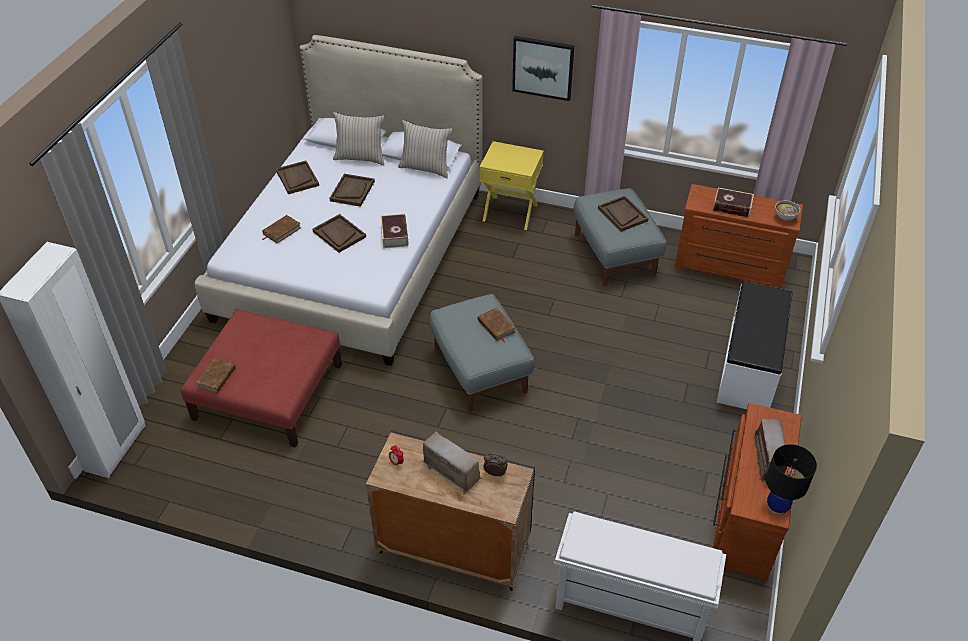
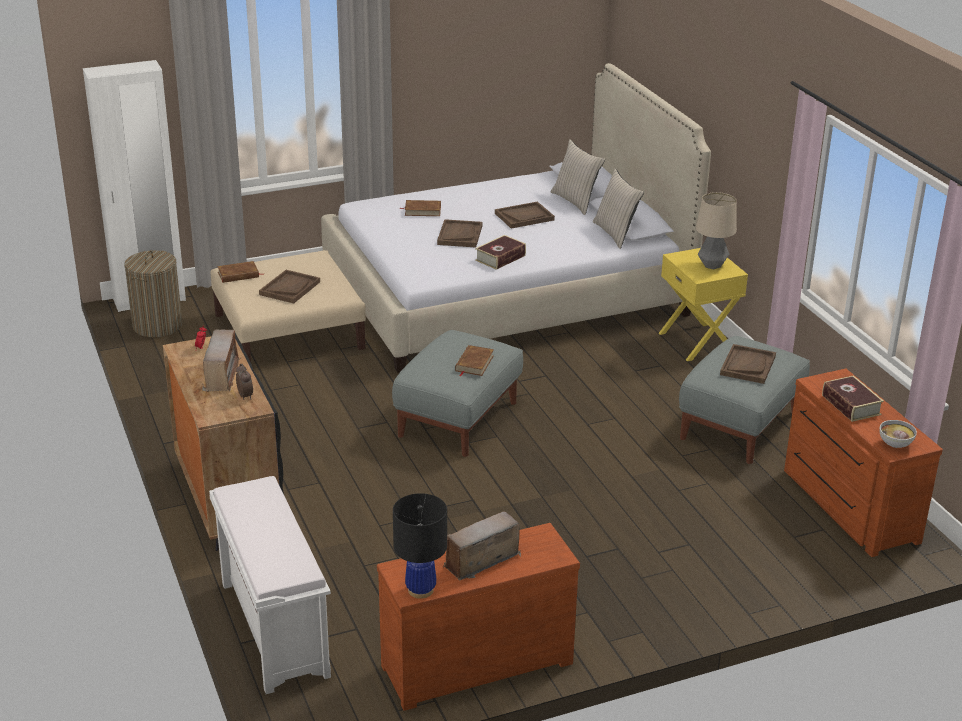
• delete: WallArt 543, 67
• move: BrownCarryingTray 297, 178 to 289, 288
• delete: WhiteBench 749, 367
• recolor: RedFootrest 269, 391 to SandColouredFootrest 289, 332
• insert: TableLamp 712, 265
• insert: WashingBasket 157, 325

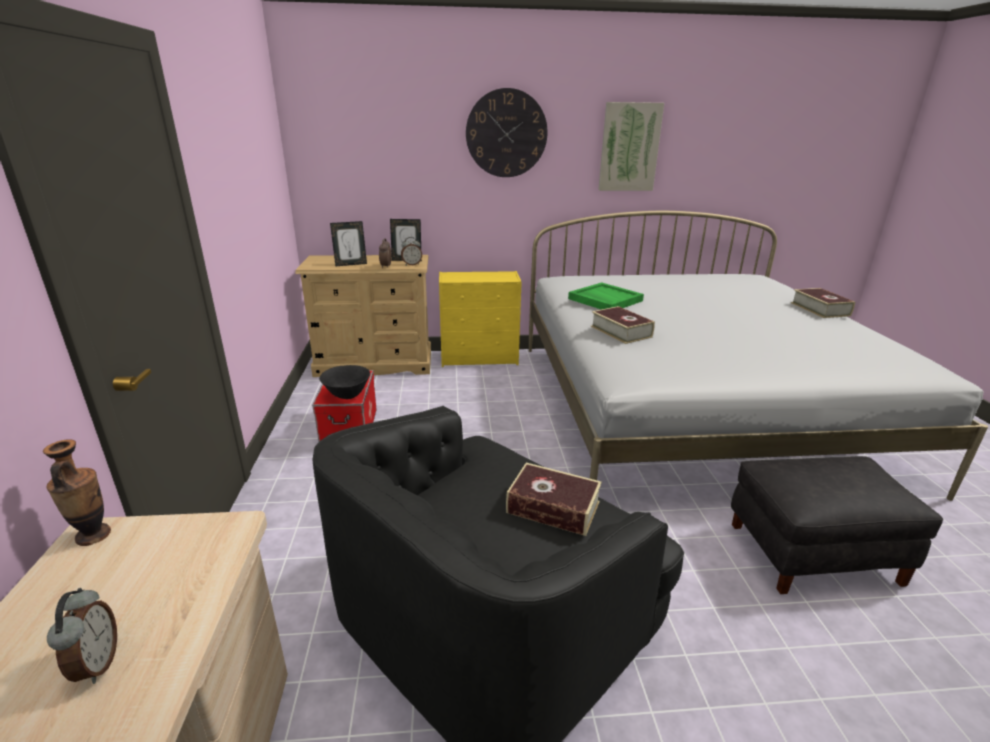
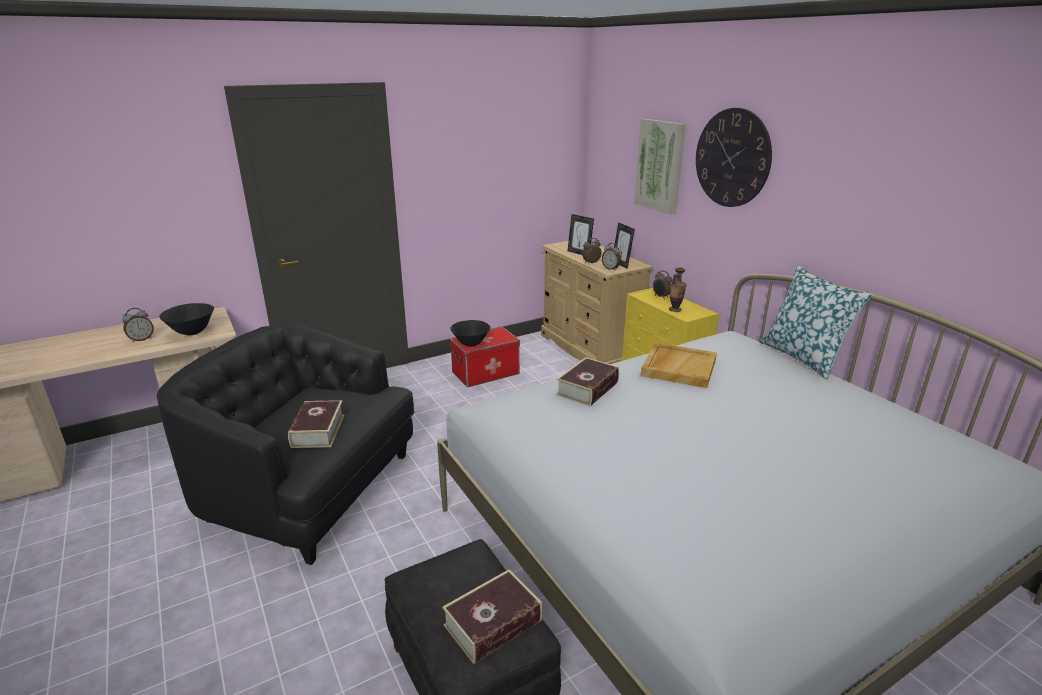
• move: WallArt 629, 147 to 660, 165
• recolor: GreenColouredCarryingTray 604, 300 to SandColouredCarryingTray 678, 367
• move: Volume 820, 309 to 493, 623
• move: FlowerVase 93, 535 to 675, 310
• insert: Pillow 803, 357
• insert: BedsideClock 661, 297
• insert: BlackColouredBowl 192, 333

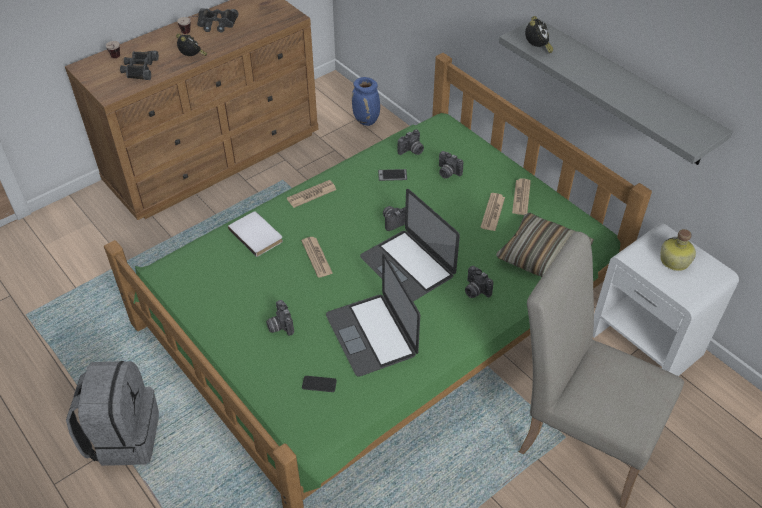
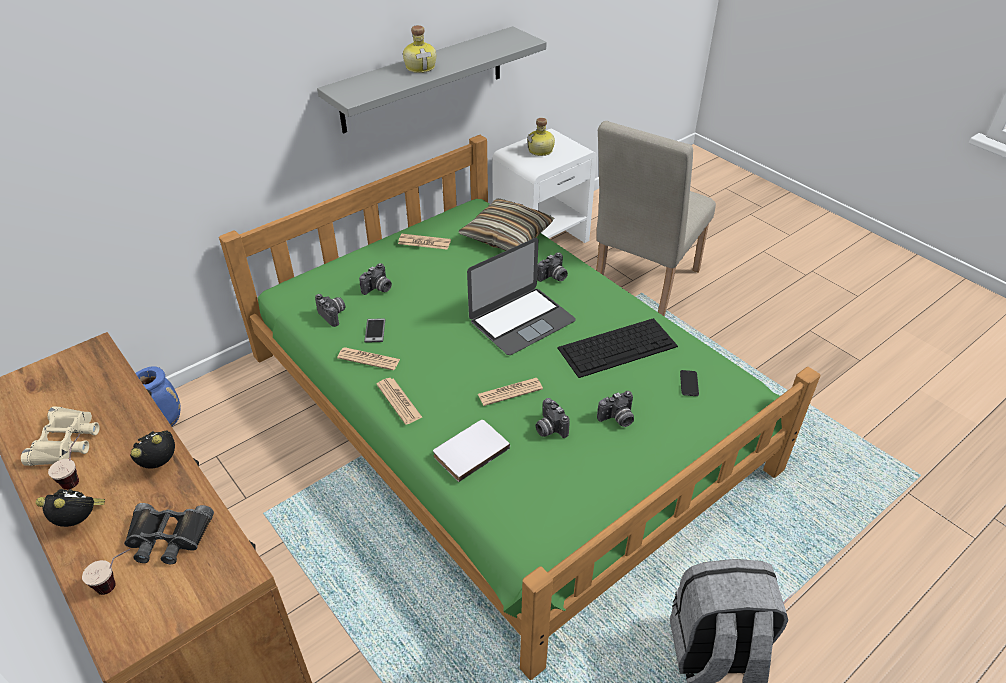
• recolor: BlackColouredFieldGlasses 217, 24 to SandColouredFieldGlasses 66, 441
• move: BedsideClock 536, 49 to 81, 521
• move: Newspaper 492, 212 to 368, 359
• move: PhotoCamera 394, 221 to 549, 428
• replace: Laptop 371, 334 to ComputerKeyboard 618, 346
• insert: BeverageBottle 421, 67

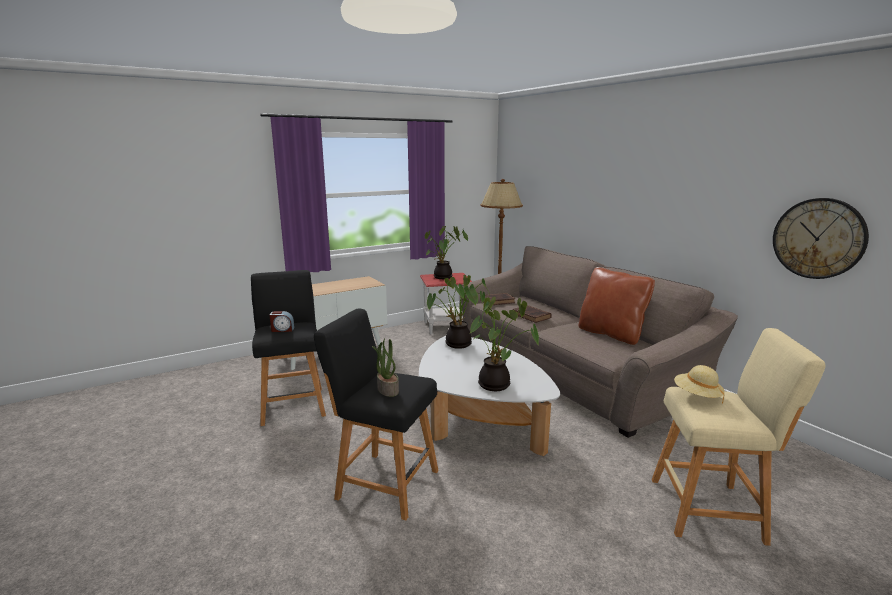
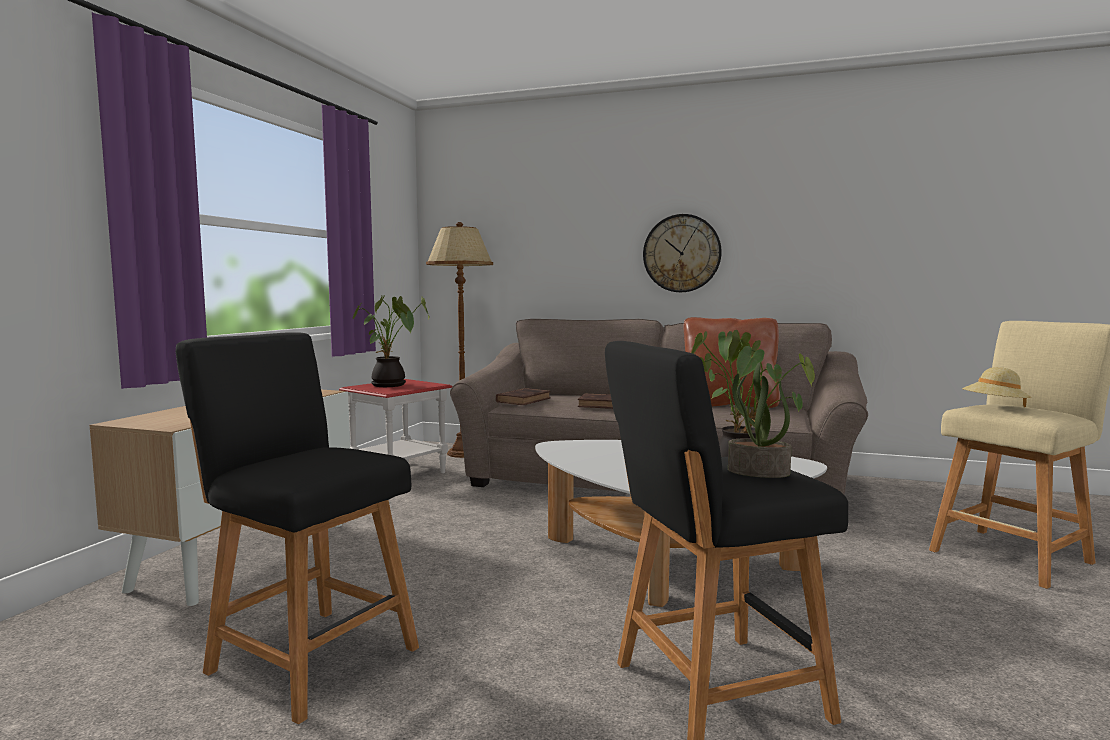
• move: ClockOnTheWall 818, 238 to 681, 253
• delete: PlantInAPot 457, 345
• delete: BedsideClock 282, 329

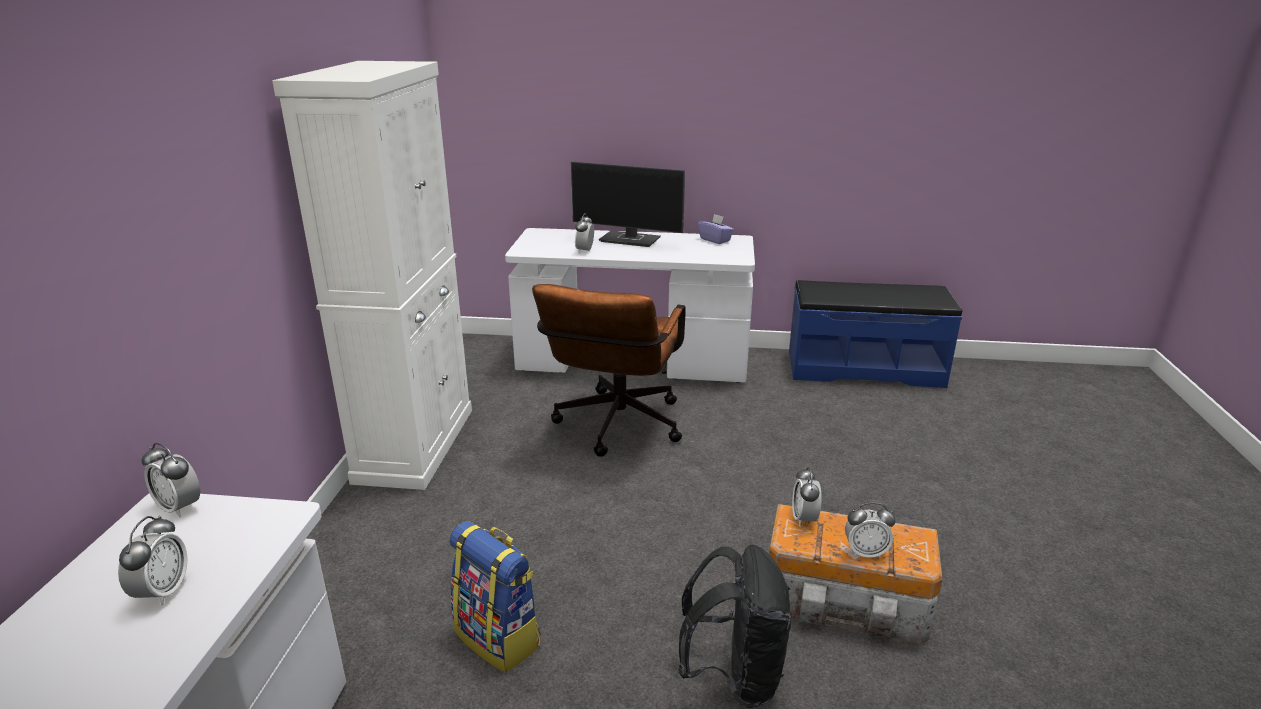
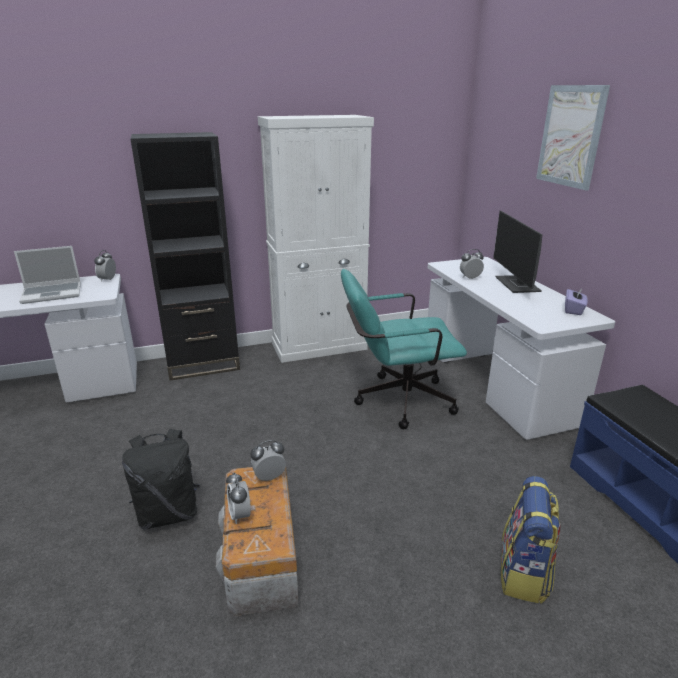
• recolor: BrownDeskChair 615, 428 to TurquoiseColouredDeskChair 396, 401
• replace: BedsideClock 163, 592 to Laptop 53, 293
• move: Backpack 499, 638 to 524, 574
• insert: WallArt 570, 136
• insert: BlackColouredShelvingUnit 203, 364

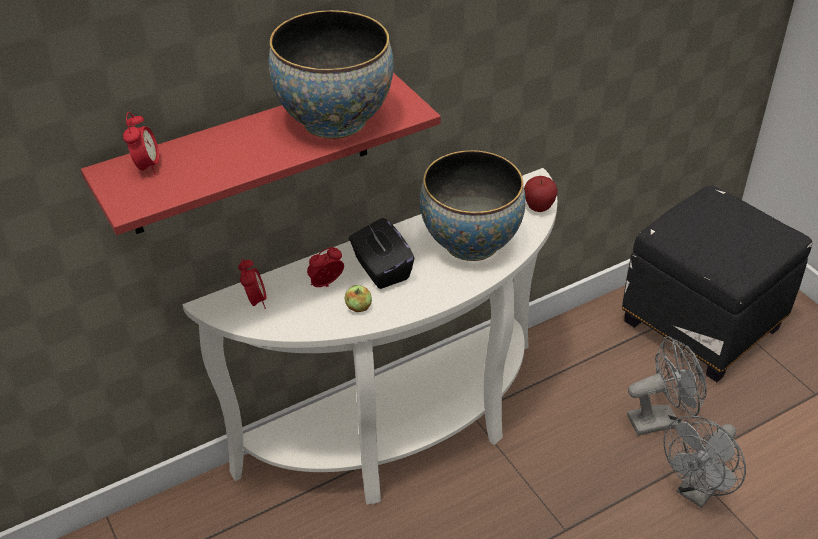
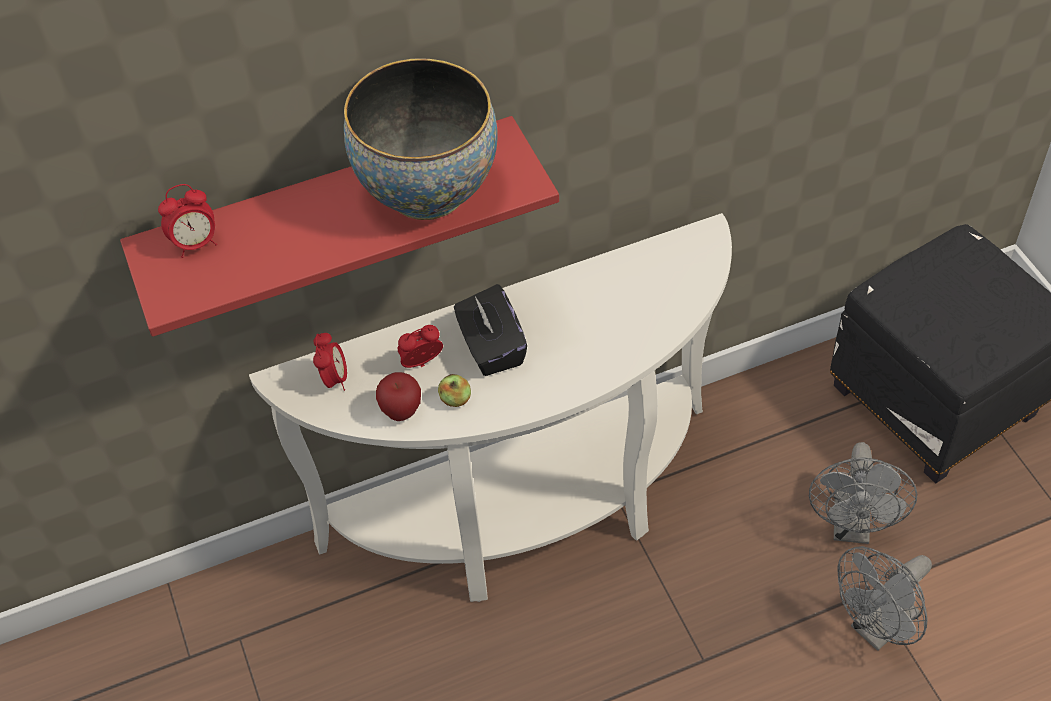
• rotate: BedsideClock 147, 167 = 196, 244 60 degrees clockwise
• delete: Bowl 471, 243
• move: WholeApple 539, 208 to 401, 411
• rotate: GreyCoolingFan 660, 419 = 852, 527 105 degrees clockwise

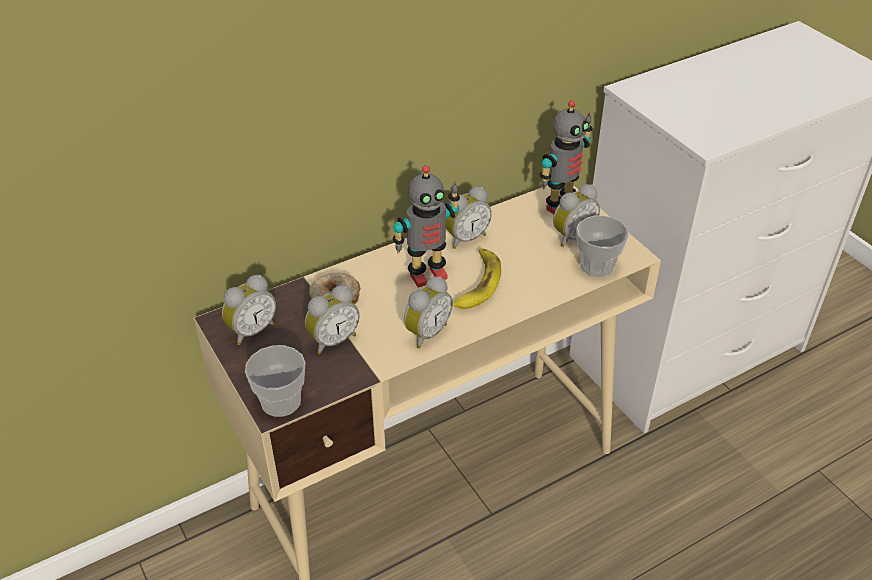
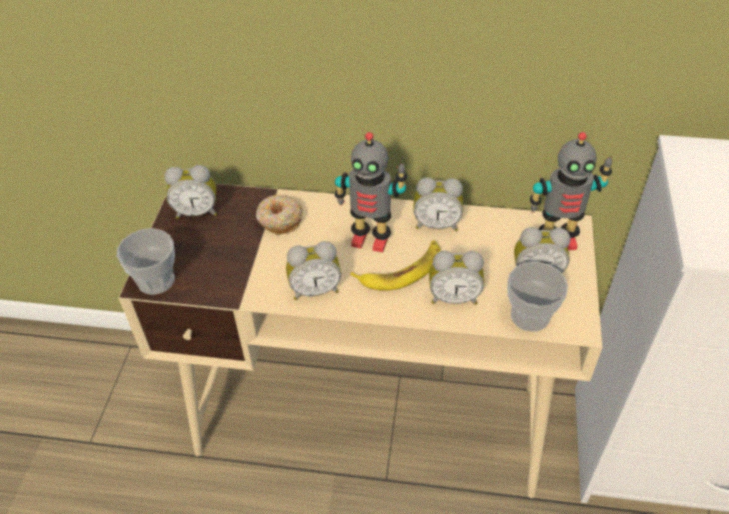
• move: BedsideClock 332, 340 to 453, 297

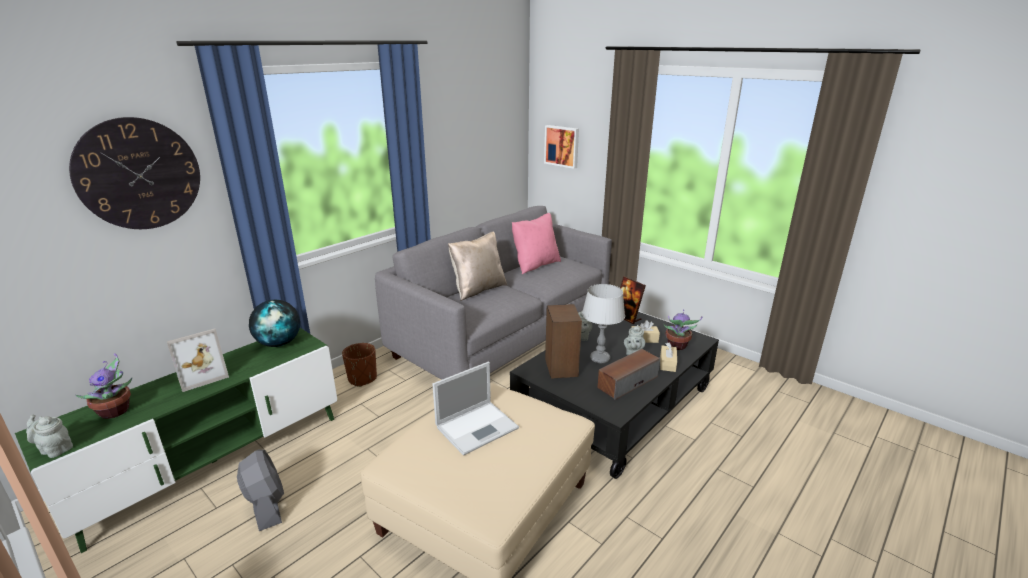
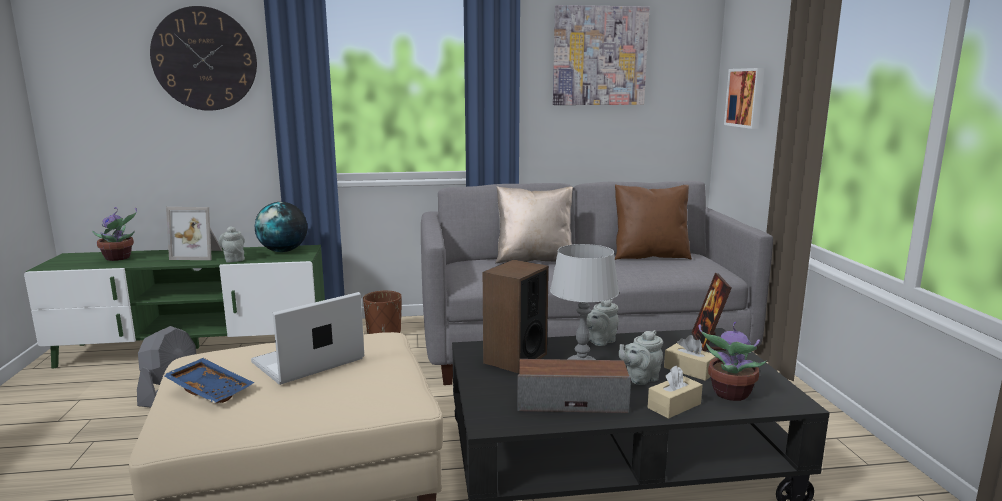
• recolor: PinkishPillow 535, 265 to BrownPillow 650, 256
• rotate: Laptop 478, 427 = 306, 362 135 degrees clockwise
• move: GreyTeapot 55, 449 to 234, 259
• insert: WallArt 599, 56
• insert: BlueColouredCarryingTray 211, 389

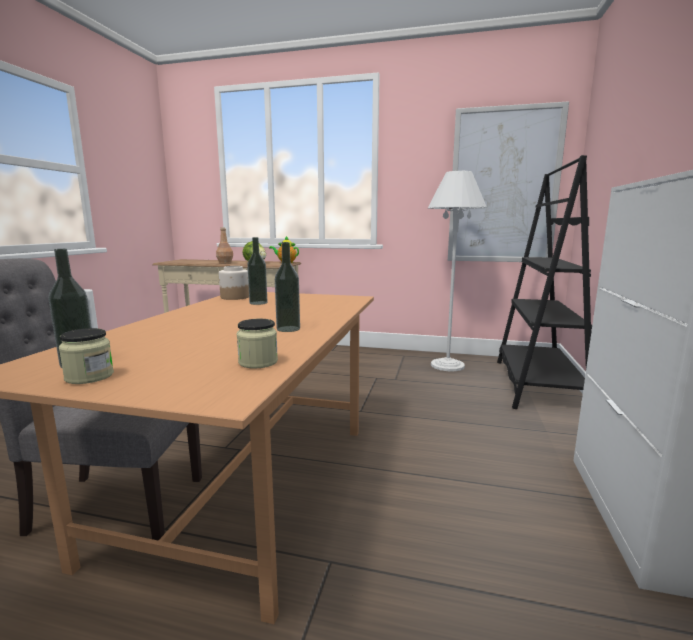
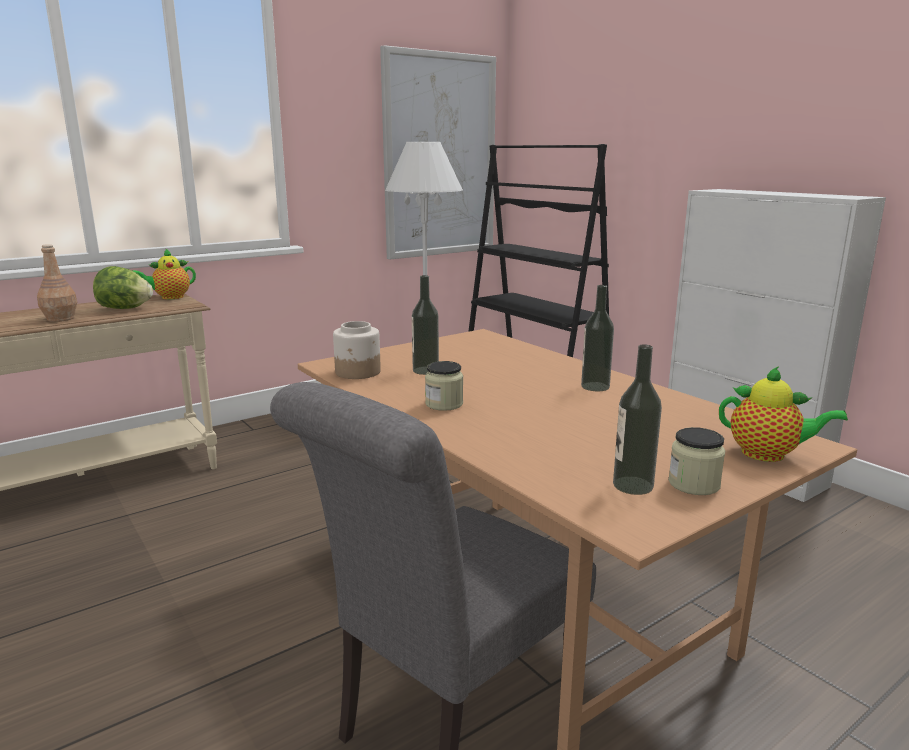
• move: PreserveJar 258, 362 to 444, 404
• insert: Teapot 768, 454

